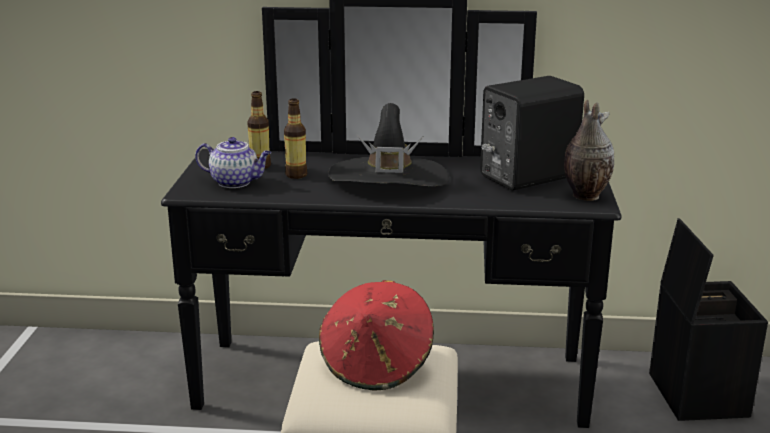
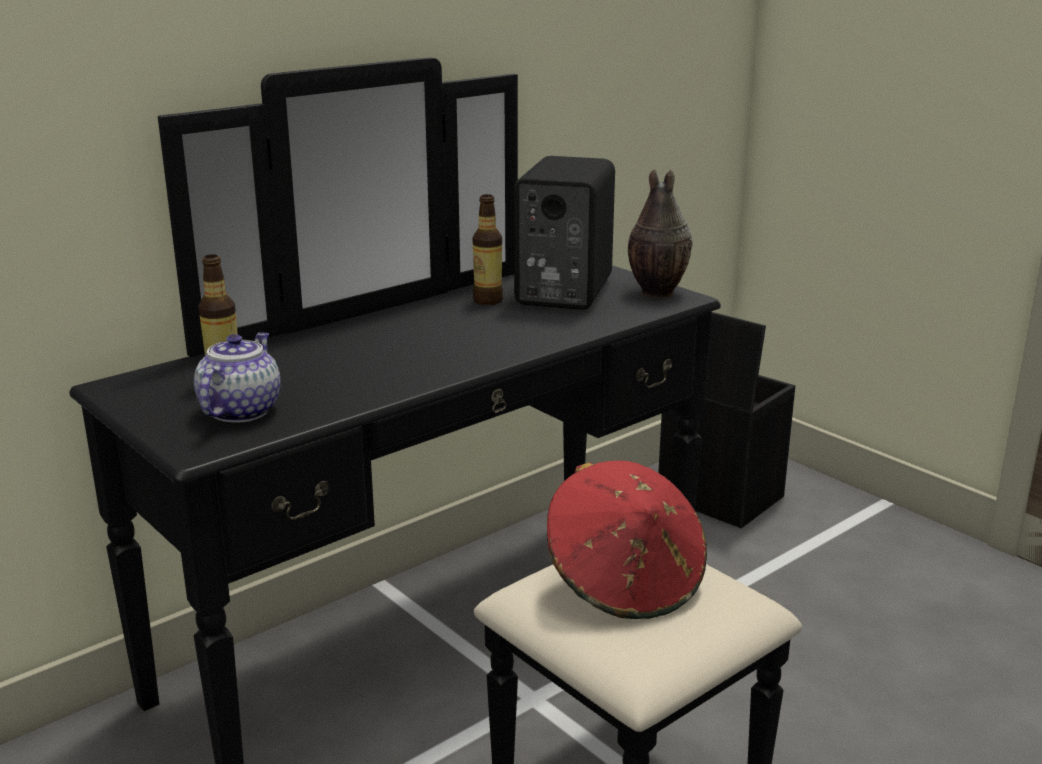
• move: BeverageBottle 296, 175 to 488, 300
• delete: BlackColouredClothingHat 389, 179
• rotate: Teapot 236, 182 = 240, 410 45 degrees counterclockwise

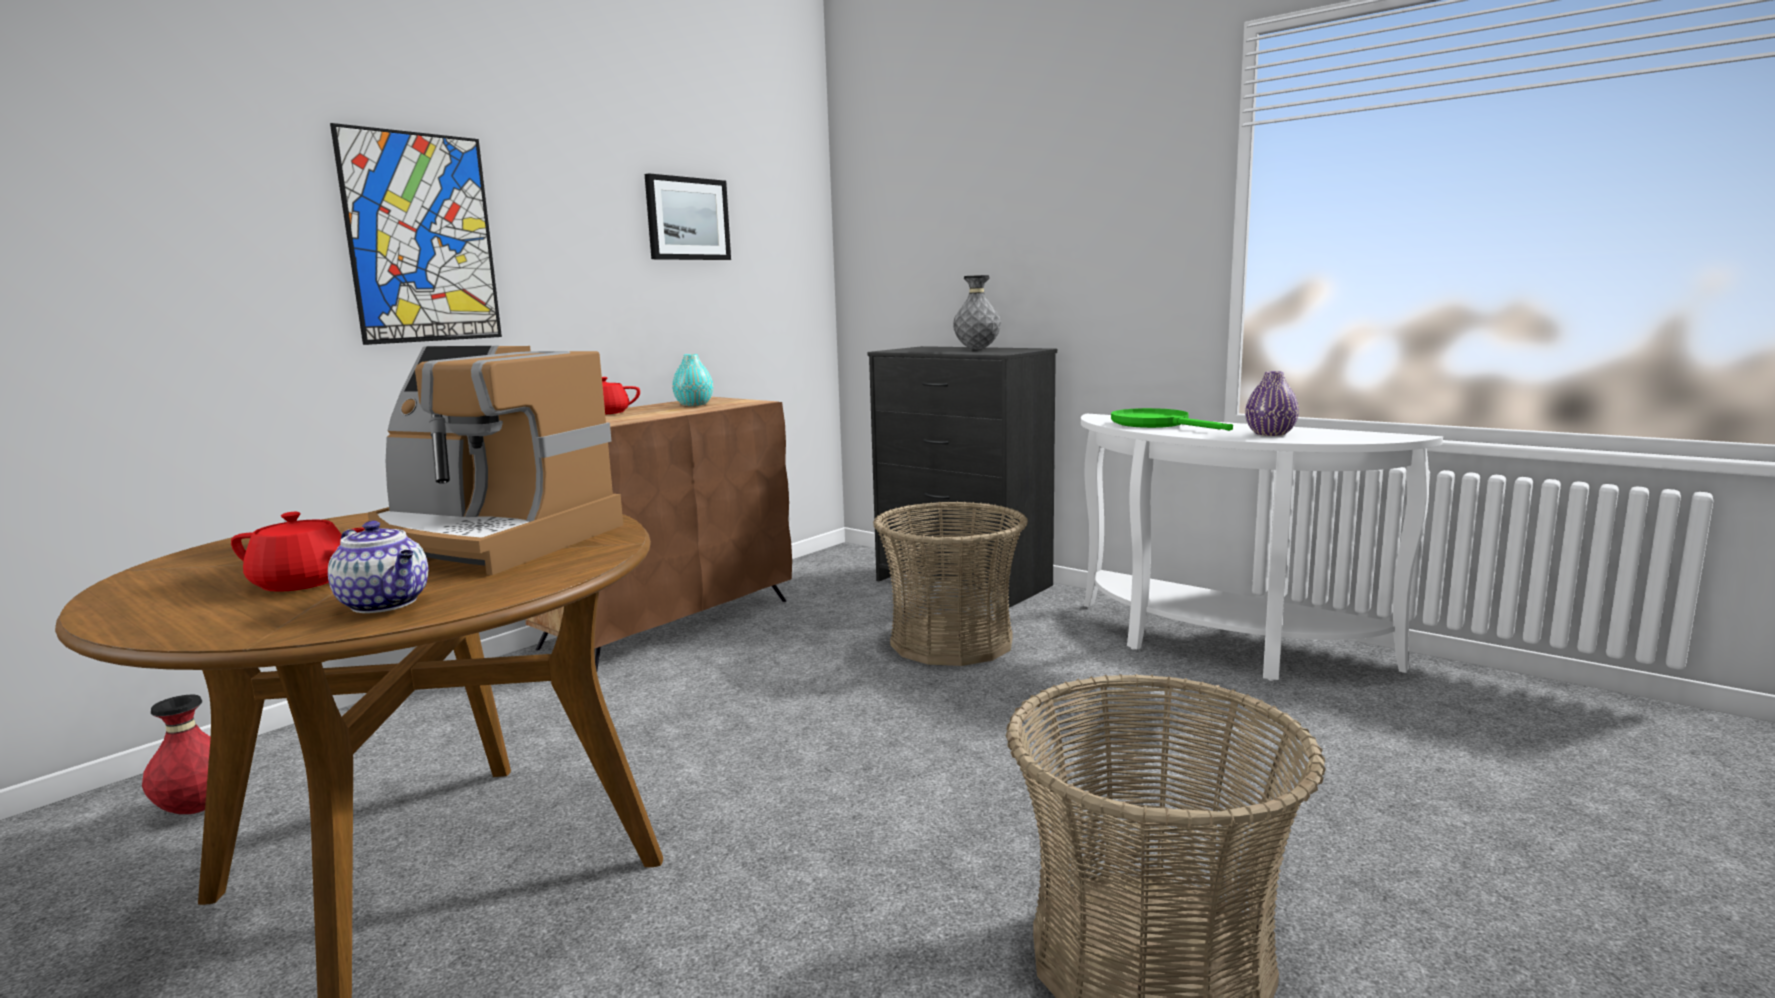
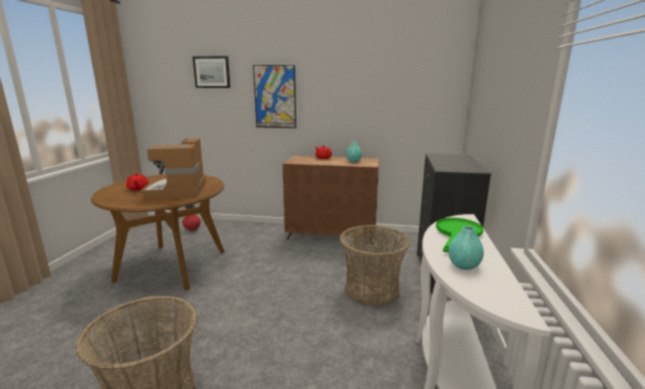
• move: WallArt 687, 219 to 212, 72
• delete: GreyFlowerVase 977, 349
• recolor: PurpleColouredFlowerVase 1270, 434 to TurquoiseColouredFlowerVase 463, 265
• delete: Teapot 386, 604

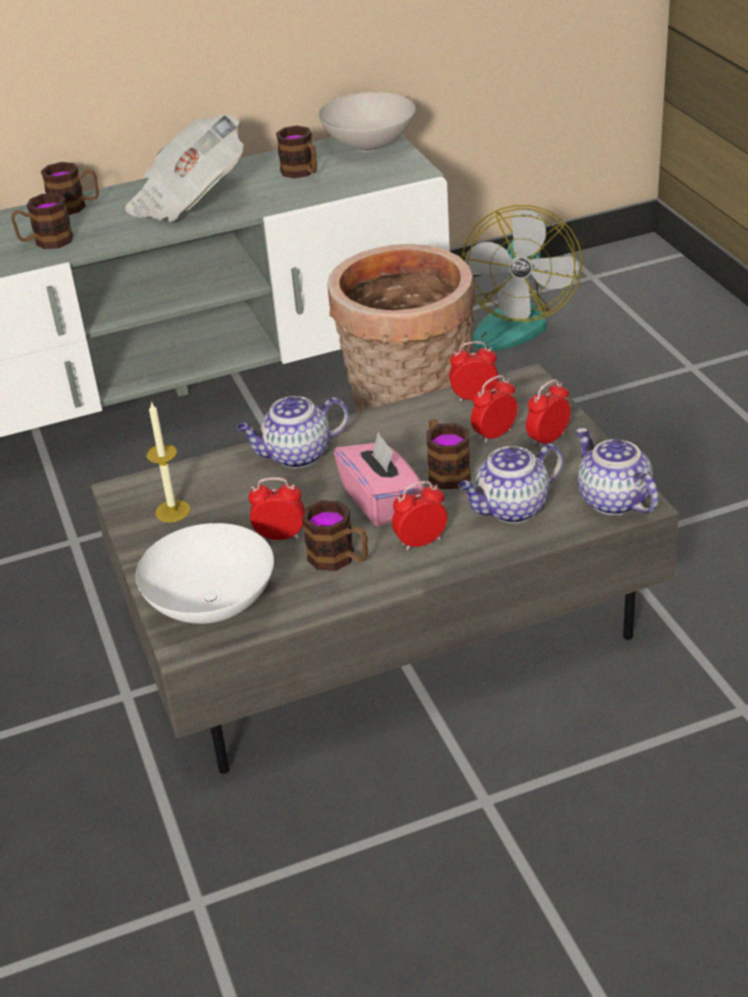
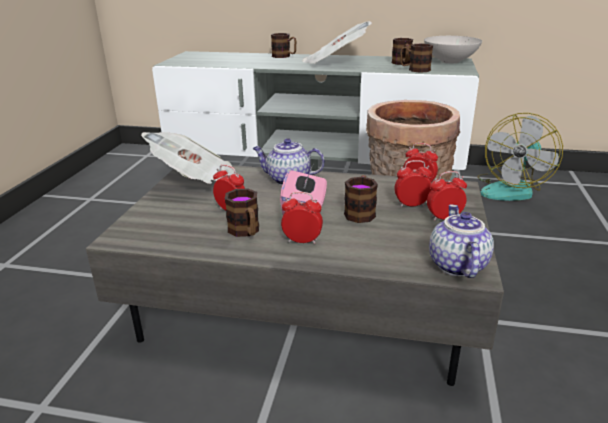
• move: CoffeeMug 46, 242 to 414, 70
• replace: WaxLight 173, 511 to Newspaper 198, 182
• delete: Teapot 511, 509
• delete: WhiteBowl 214, 604

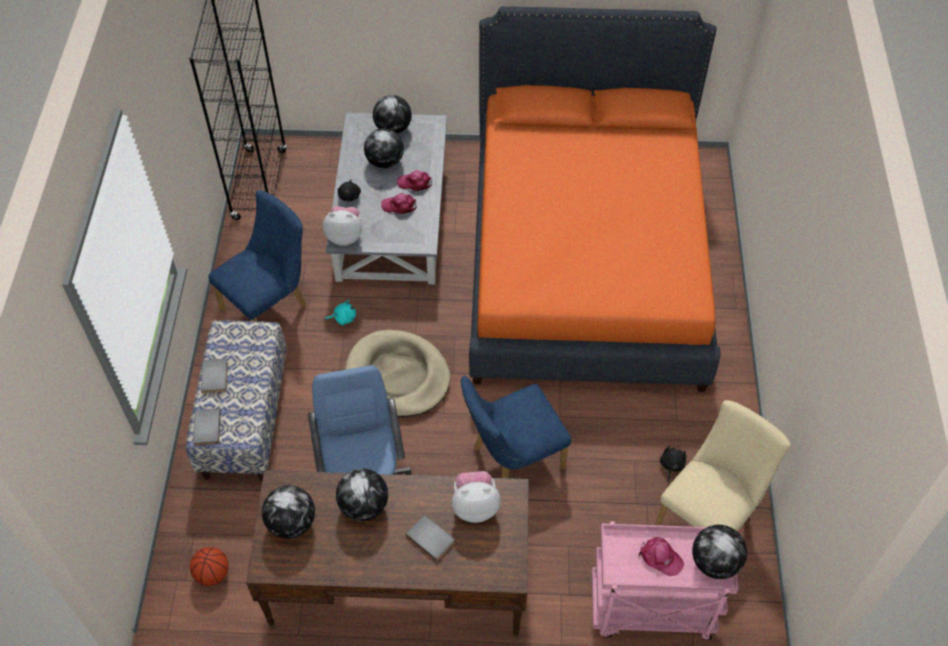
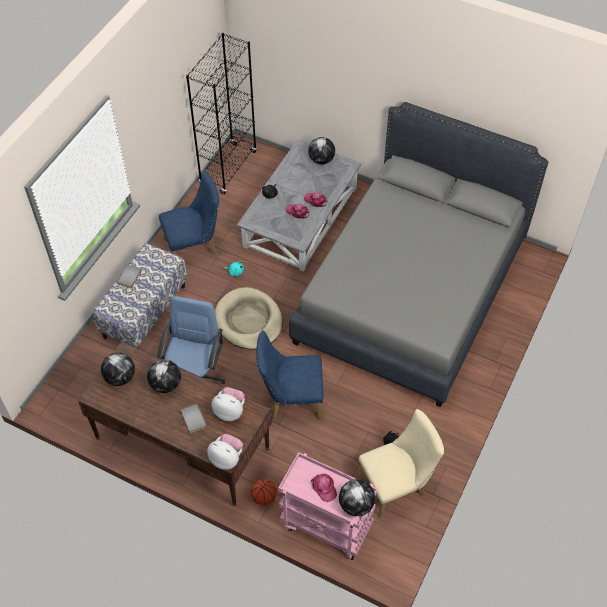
• recolor: OrangeSleepingBed 586, 259 to GreySleepingBed 411, 291
• delete: WorldGlobe 385, 162
• move: SoftToy 345, 236 to 226, 458
• delete: GreyVolume 205, 428
• move: BasketballBall 212, 574 to 264, 497

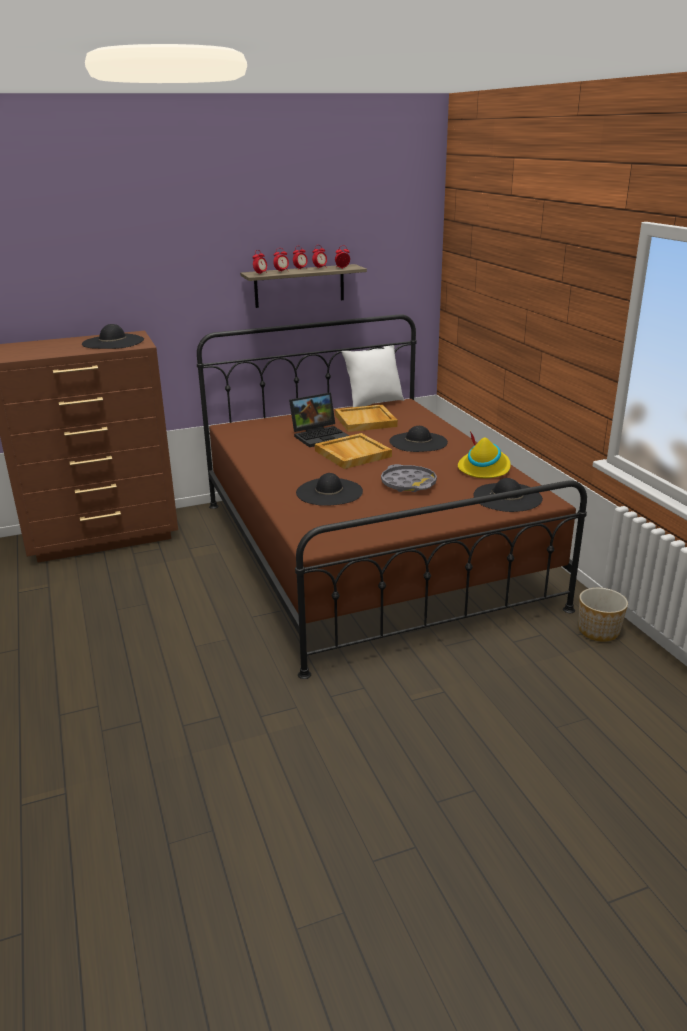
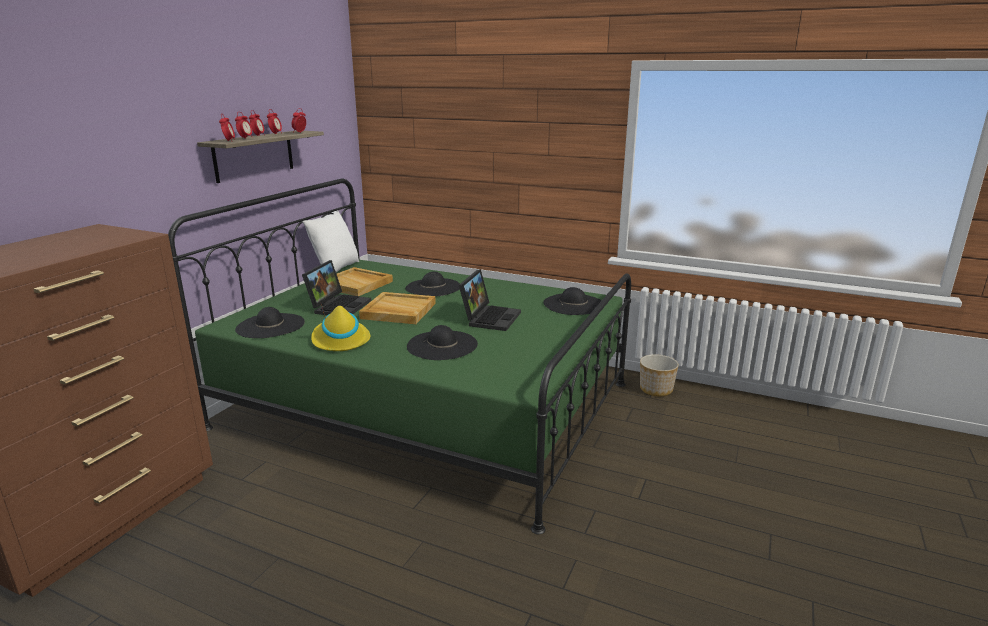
• recolor: BrownSleepingBed 368, 552 to GreenColouredSleepingBed 427, 405
• move: BlackColouredClothingHat 113, 342 to 270, 326
• move: YellowishClothingHat 484, 468 to 340, 340
• replace: GreyCarryingTray 408, 483 to Laptop 490, 318

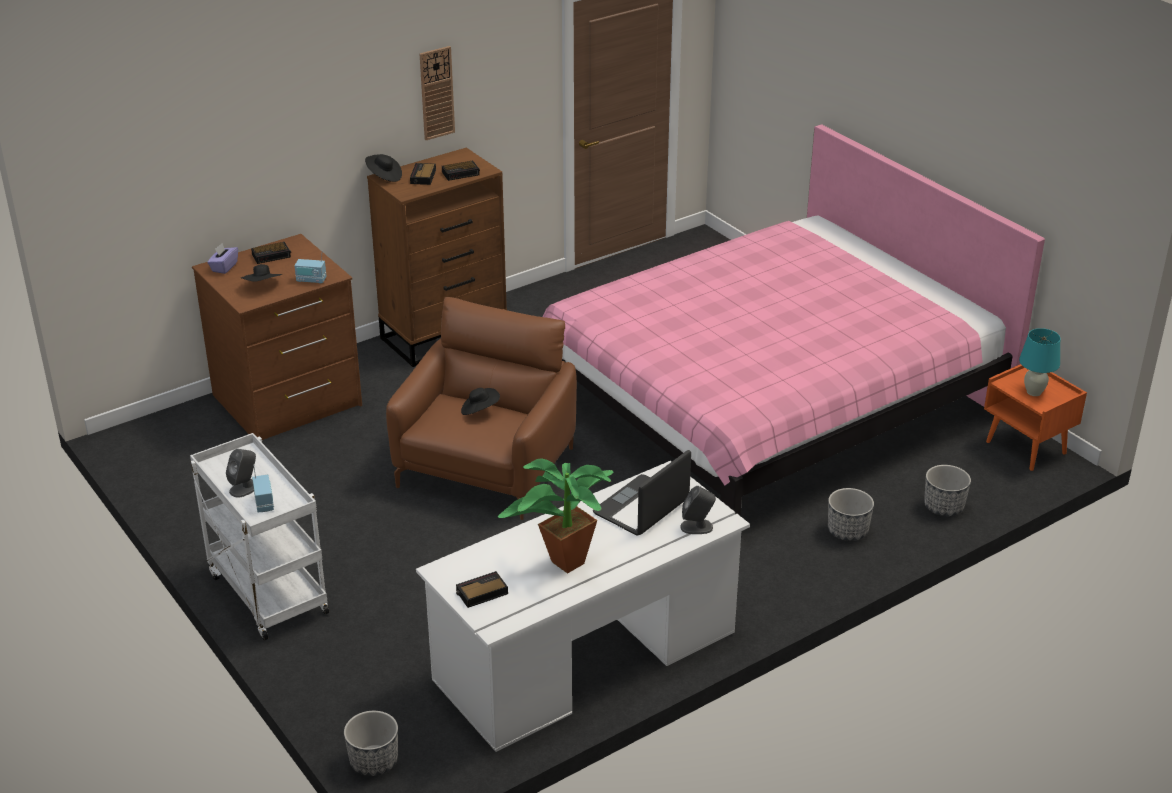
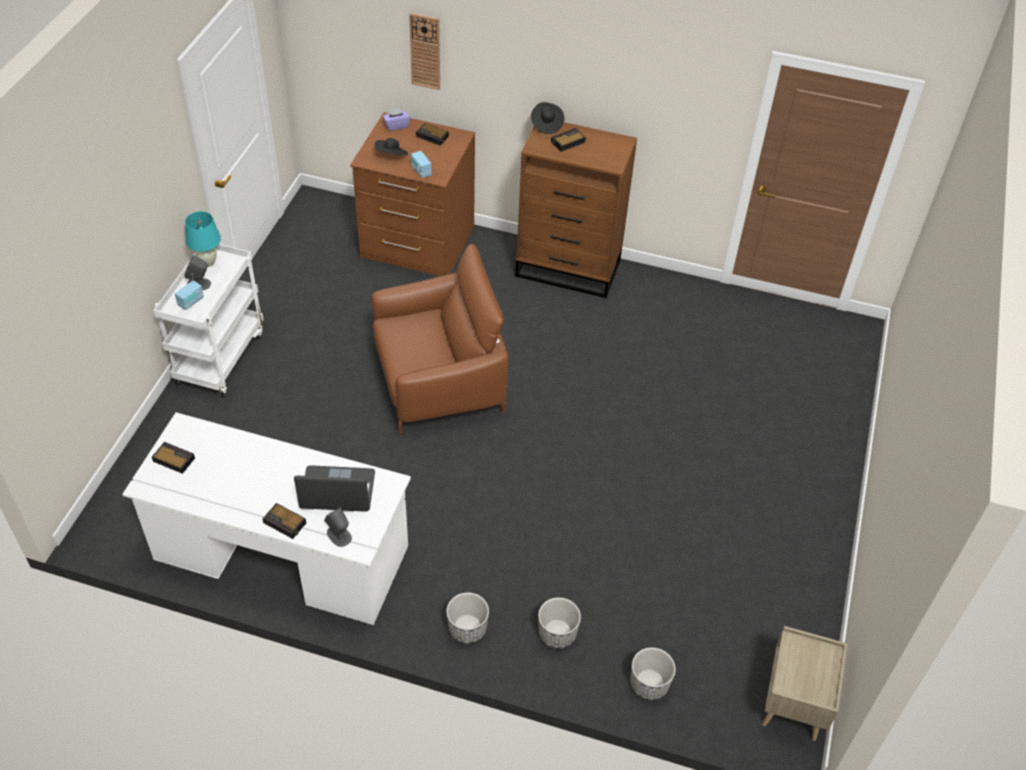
• move: ClockOnTheWall 436, 93 to 425, 51
• delete: PinkishSleepingBed 770, 405
• move: BedsideClock 461, 173 to 285, 523
• move: TurquoiseColouredTableLamp 1034, 392 to 208, 263
• recolor: OrangeNightTable 1027, 448 to SandColouredNightTable 793, 706
• delete: BlackColouredClothingHat 480, 410
• delete: PlantInAPot 560, 564
• move: FlowerPot 373, 761 to 467, 628

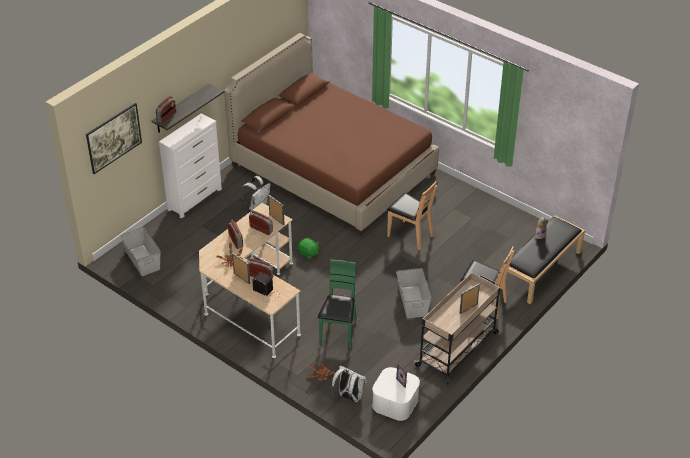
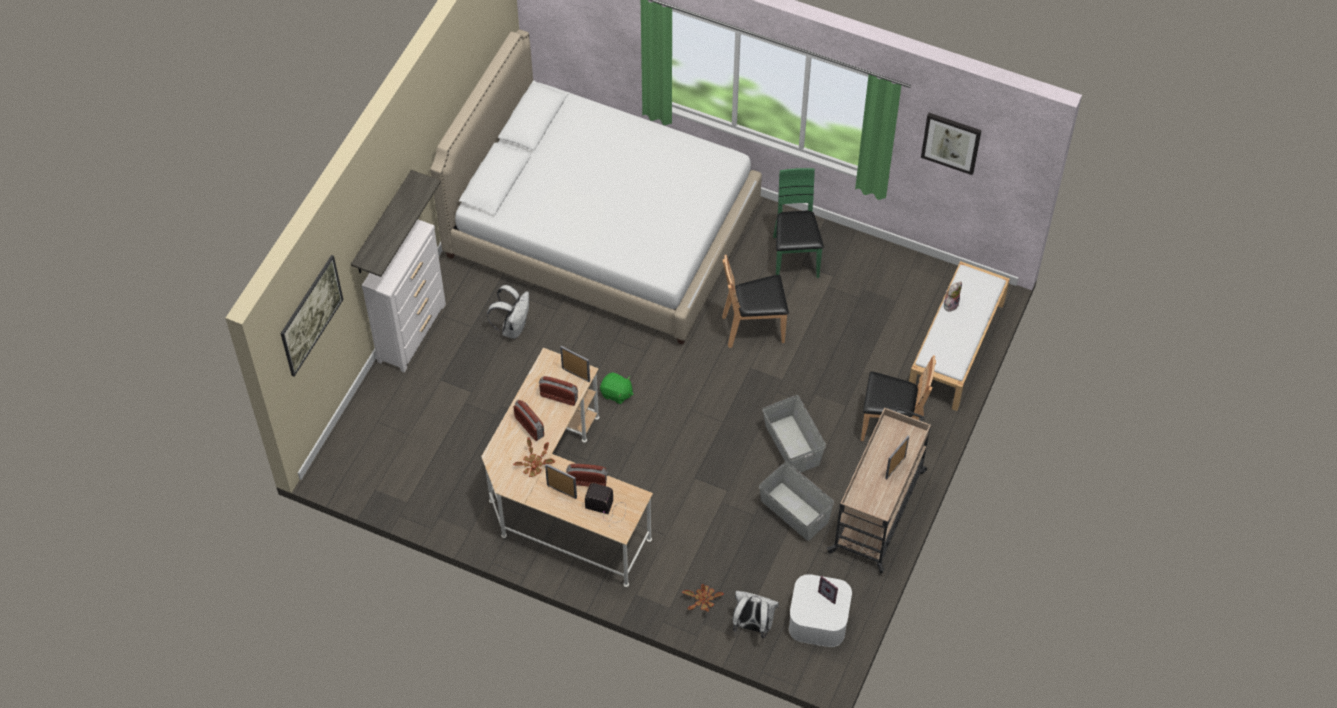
• recolor: BrownSleepingBed 333, 170 to WhiteSleepingBed 602, 231
• delete: RadioSet 166, 116
• rotate: BrownChair 410, 235 = 754, 328 150 degrees clockwise
• recolor: BlackColouredBench 541, 270 to WhiteBench 956, 348
• move: GreyStorageContainer 143, 260 to 794, 511
• move: GreenColouredChair 339, 332 to 794, 257
• insert: WallArt 951, 142

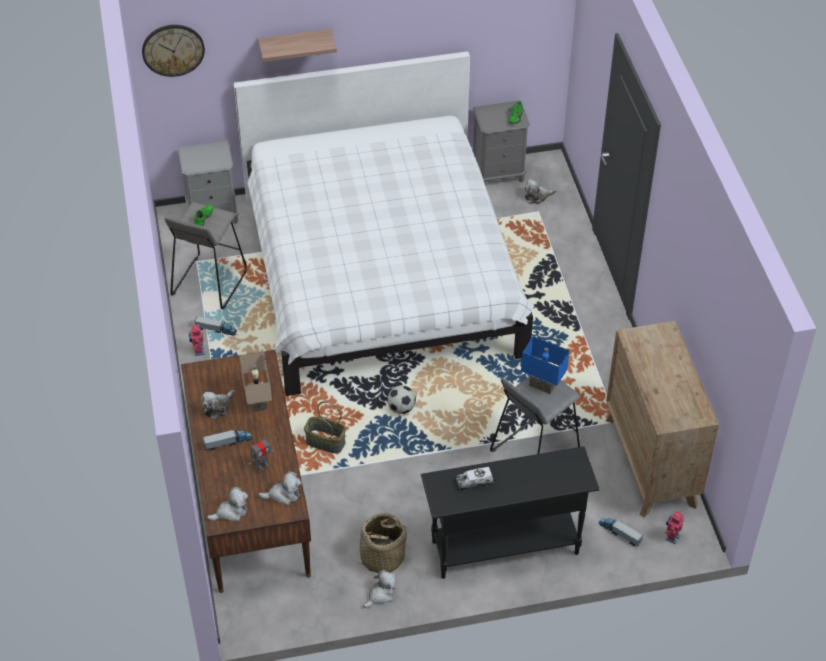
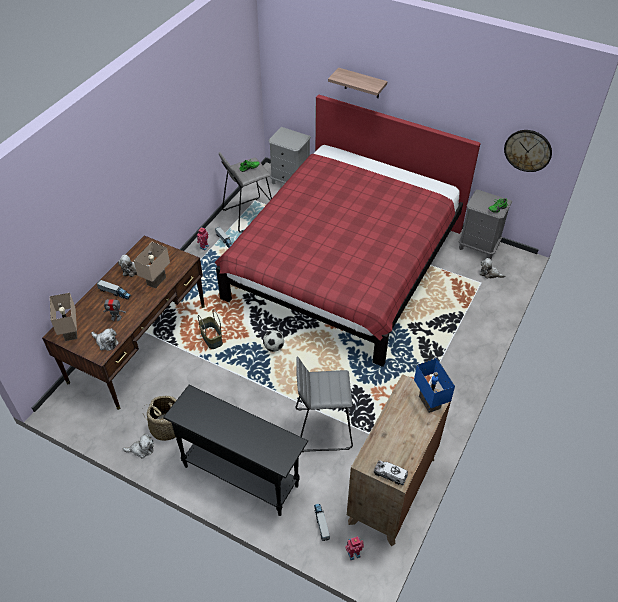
• move: ClockOnTheWall 173, 49 to 528, 150
• recolor: WhiteSleepingBed 380, 275 to RedSleepingBed 344, 264
• move: BlueColouredTableLamp 541, 385 to 428, 402
• move: ModelTruck 474, 482 to 390, 475
• replace: SoftToy 231, 512 to SandColouredTableLamp 69, 332

